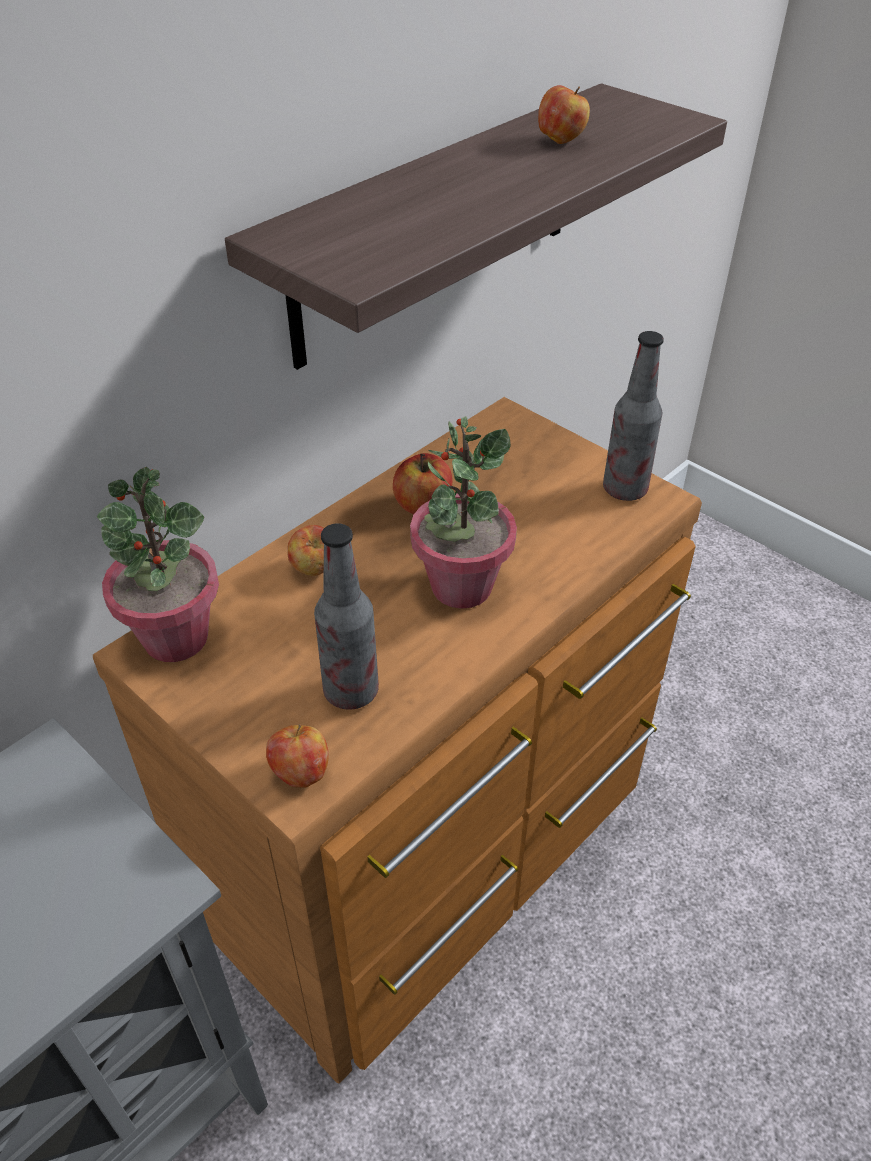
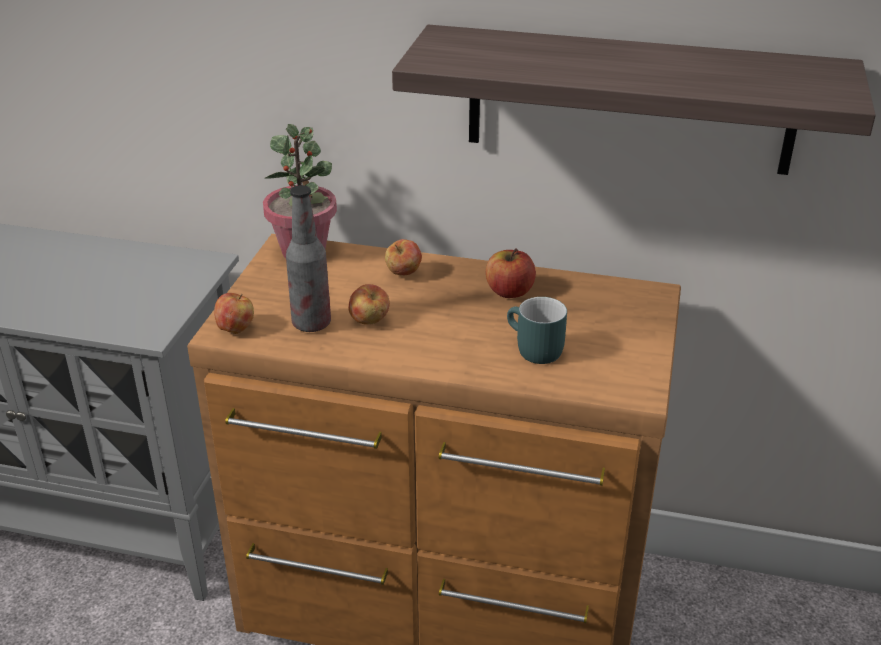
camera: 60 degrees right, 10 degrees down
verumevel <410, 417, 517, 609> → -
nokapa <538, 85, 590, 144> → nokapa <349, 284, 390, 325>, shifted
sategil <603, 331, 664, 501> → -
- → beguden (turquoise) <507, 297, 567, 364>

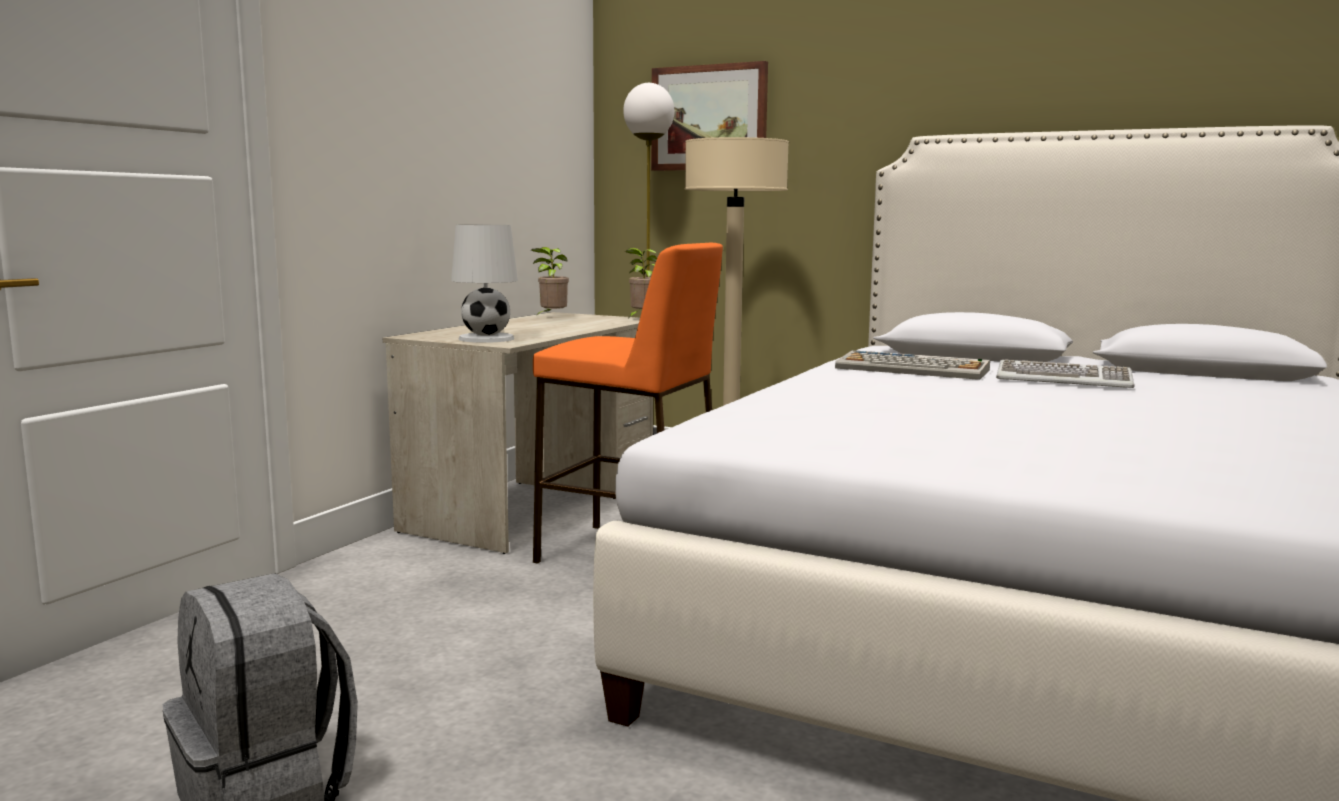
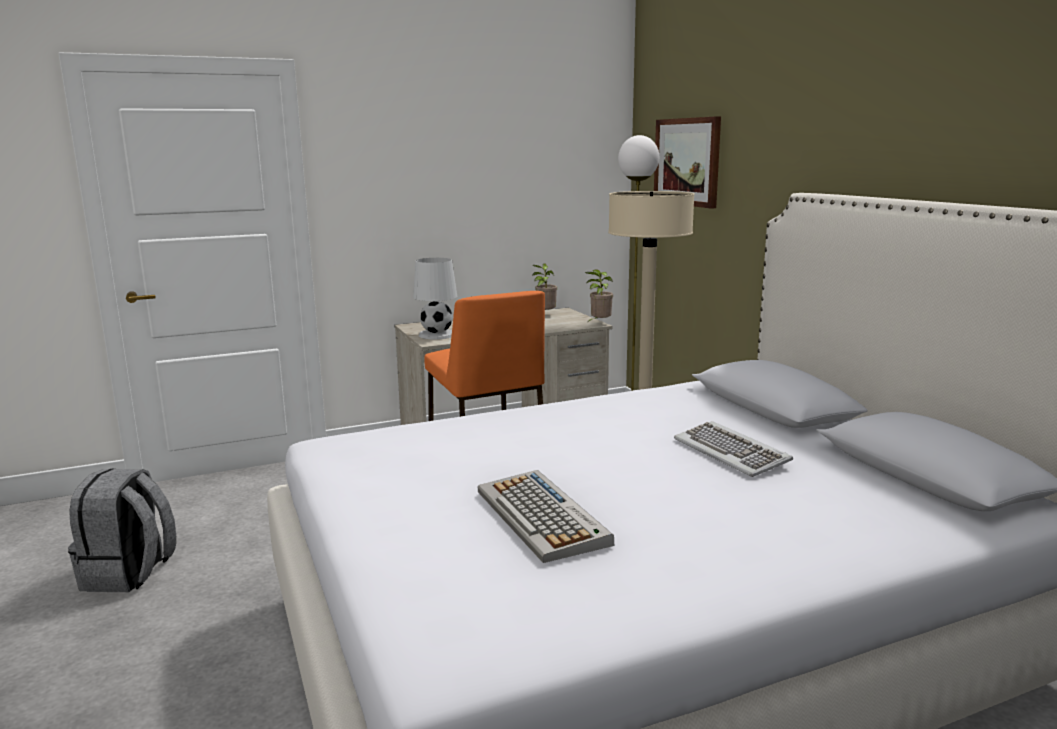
camera: 40 degrees right, 5 degrees up
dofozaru <835, 350, 990, 380> → dofozaru <478, 470, 614, 563>, shifted

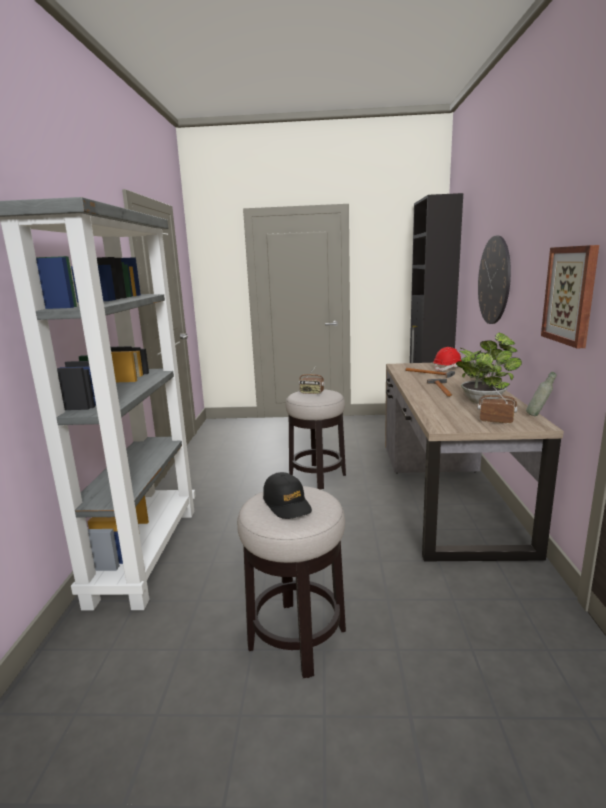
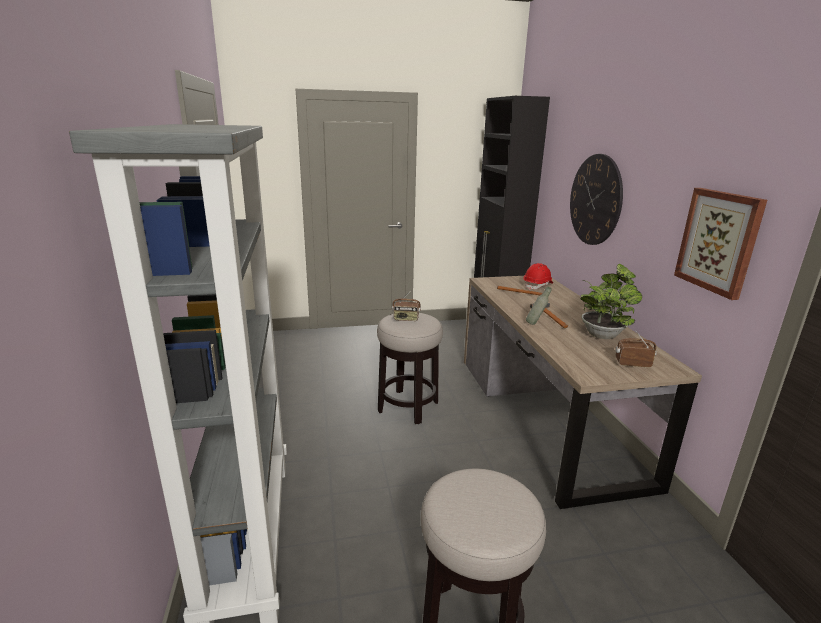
camera: 15 degrees left, 5 degrees up
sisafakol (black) <263, 472, 312, 519> → -
sategil (grey) <526, 372, 556, 416> → sategil (grey) <526, 287, 552, 325>, shifted

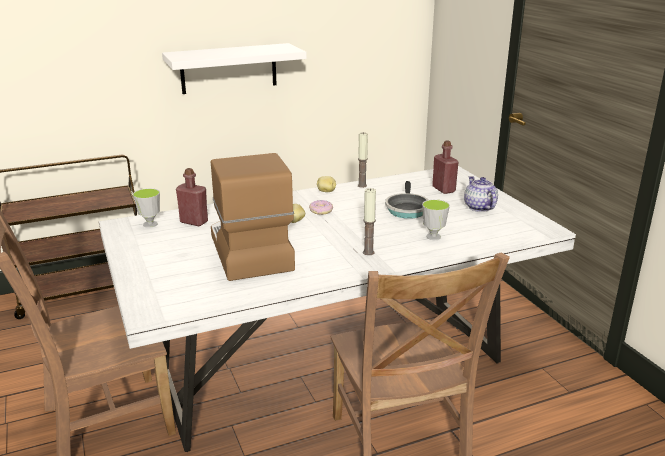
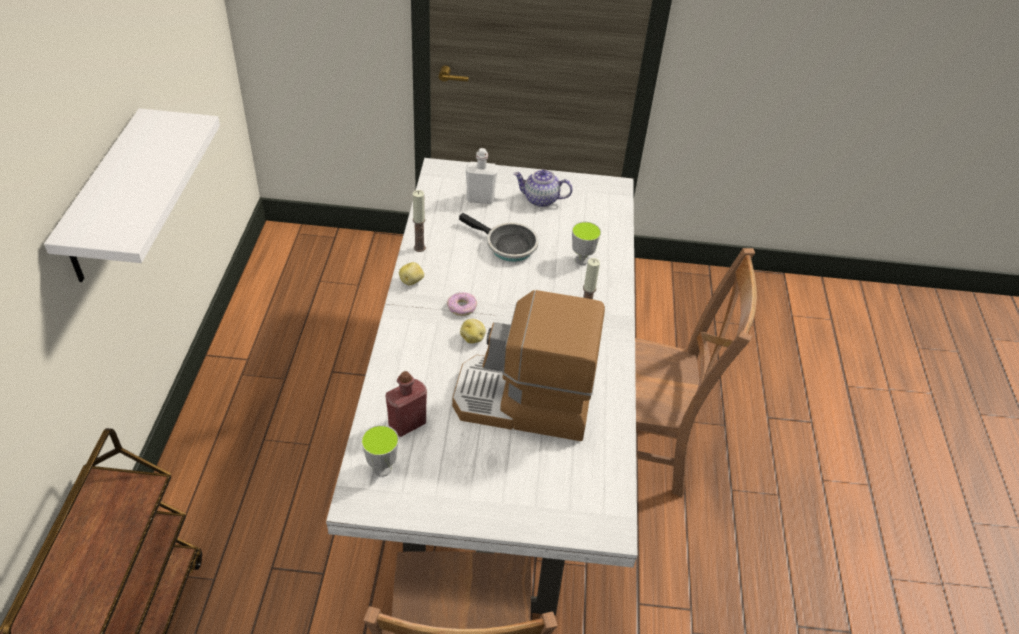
camera: 65 degrees left, 20 degrees up
sategil (red) <432, 140, 459, 194> → sategil (white) <466, 148, 498, 204>

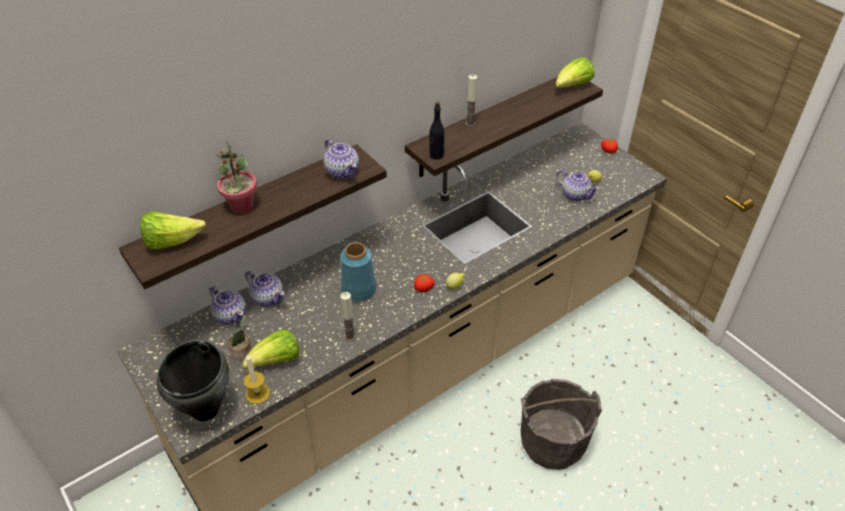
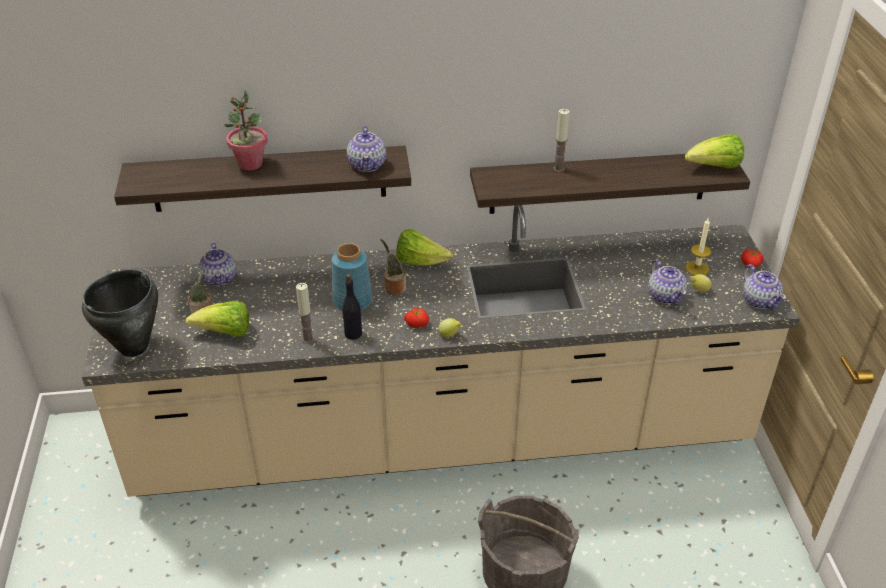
camera: 30 degrees right, 5 degrees down
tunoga <140, 211, 206, 250> → tunoga <396, 229, 453, 265>, shifted
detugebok <244, 354, 270, 404> → detugebok <685, 218, 711, 275>, shifted
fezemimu <245, 271, 285, 307> → fezemimu <743, 264, 786, 309>, shifted
sategil (black) <429, 101, 444, 160> → sategil (black) <342, 274, 362, 340>, shifted
- → verumevel <380, 239, 406, 296>

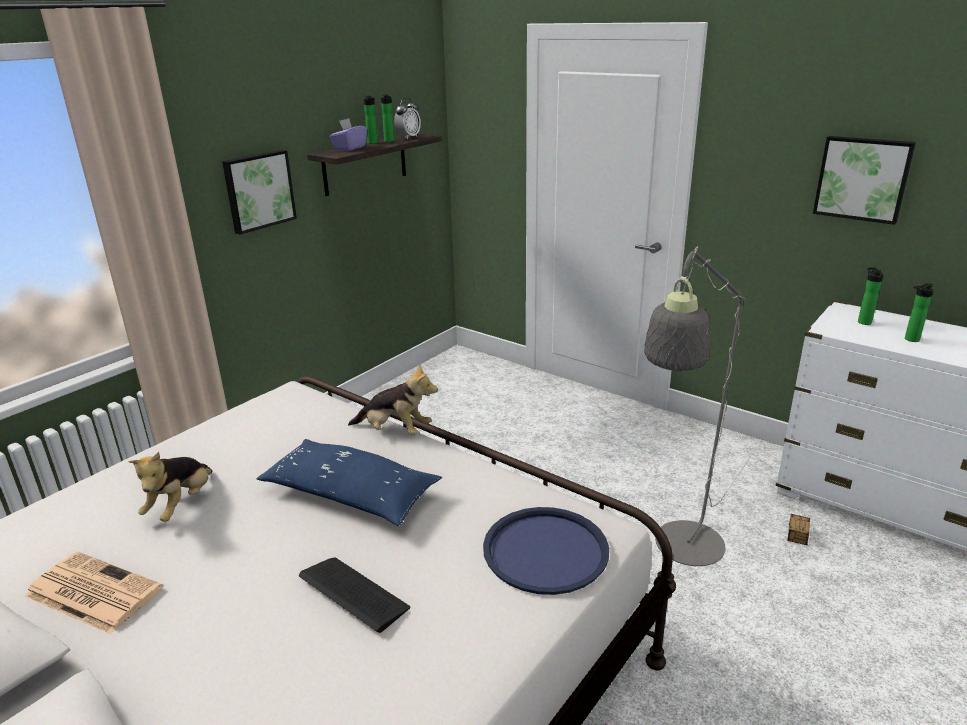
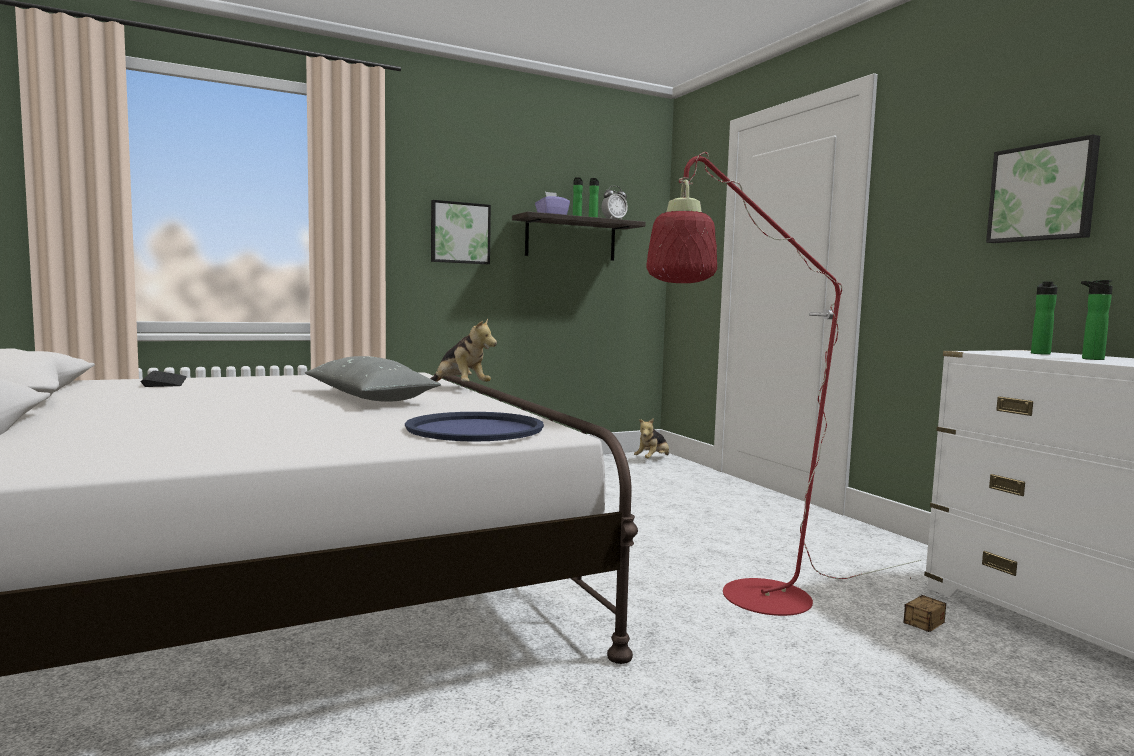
camera: 25 degrees right, 20 degrees down
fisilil <24, 552, 163, 634> → -
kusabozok <129, 452, 213, 522> → kusabozok <634, 418, 669, 458>, shifted
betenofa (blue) <257, 439, 442, 526> → betenofa (grey) <305, 356, 441, 402>
dofozaru <299, 558, 410, 633> → dofozaru <140, 371, 187, 387>, shifted
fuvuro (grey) <644, 247, 751, 566> → fuvuro (red) <647, 152, 922, 616>

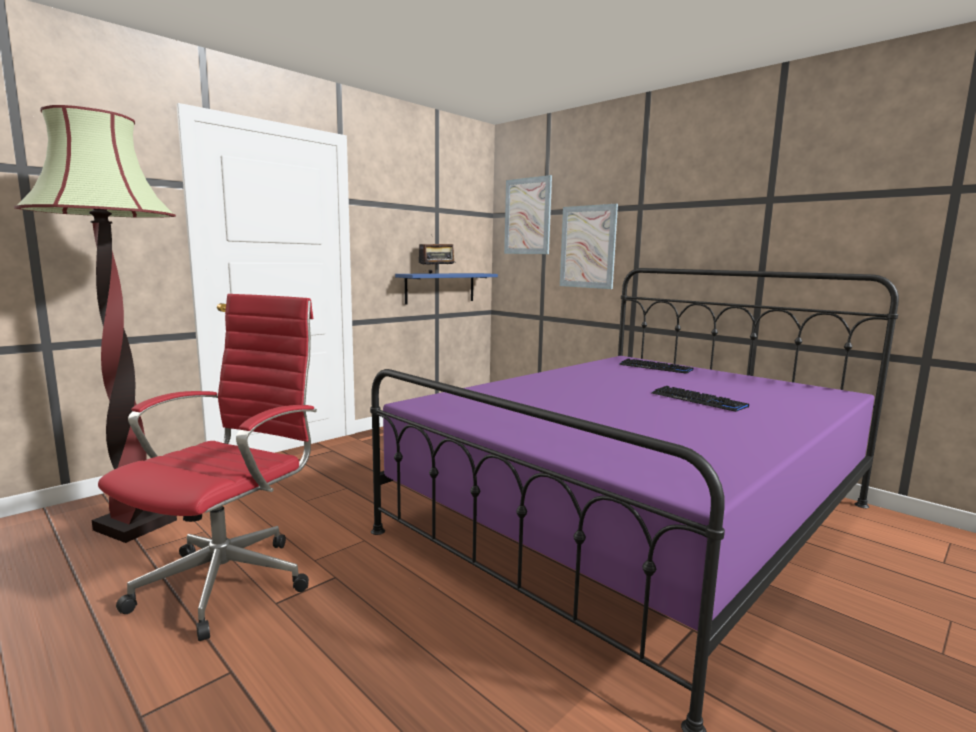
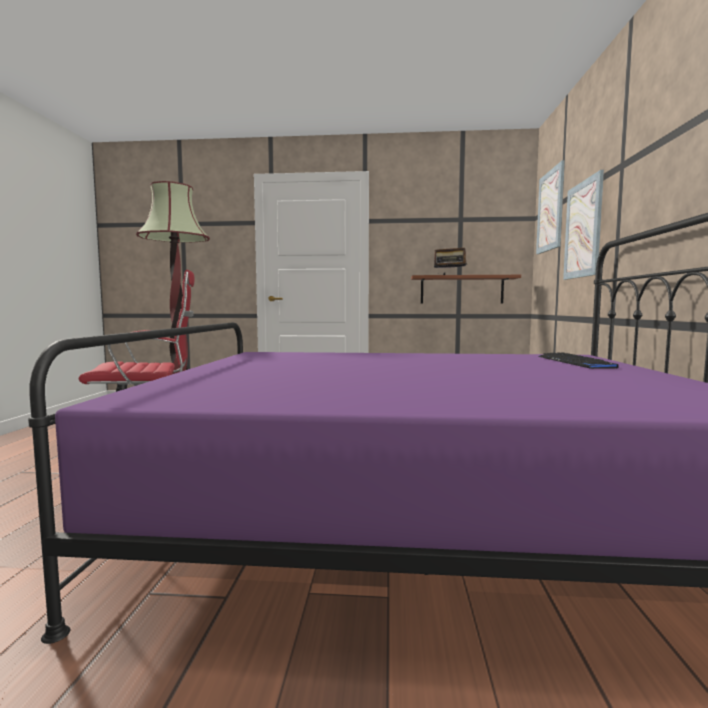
camera: 50 degrees right, 5 degrees down
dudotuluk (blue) <395, 273, 498, 305> → dudotuluk (brown) <411, 275, 521, 303>
dofozaru <652, 386, 749, 412> → -

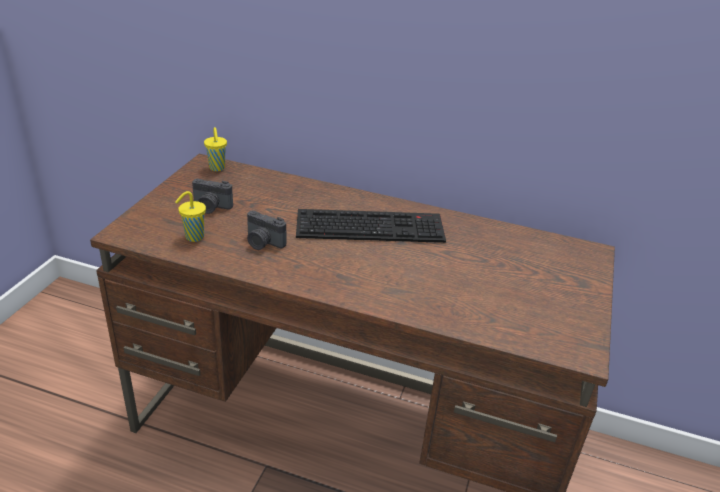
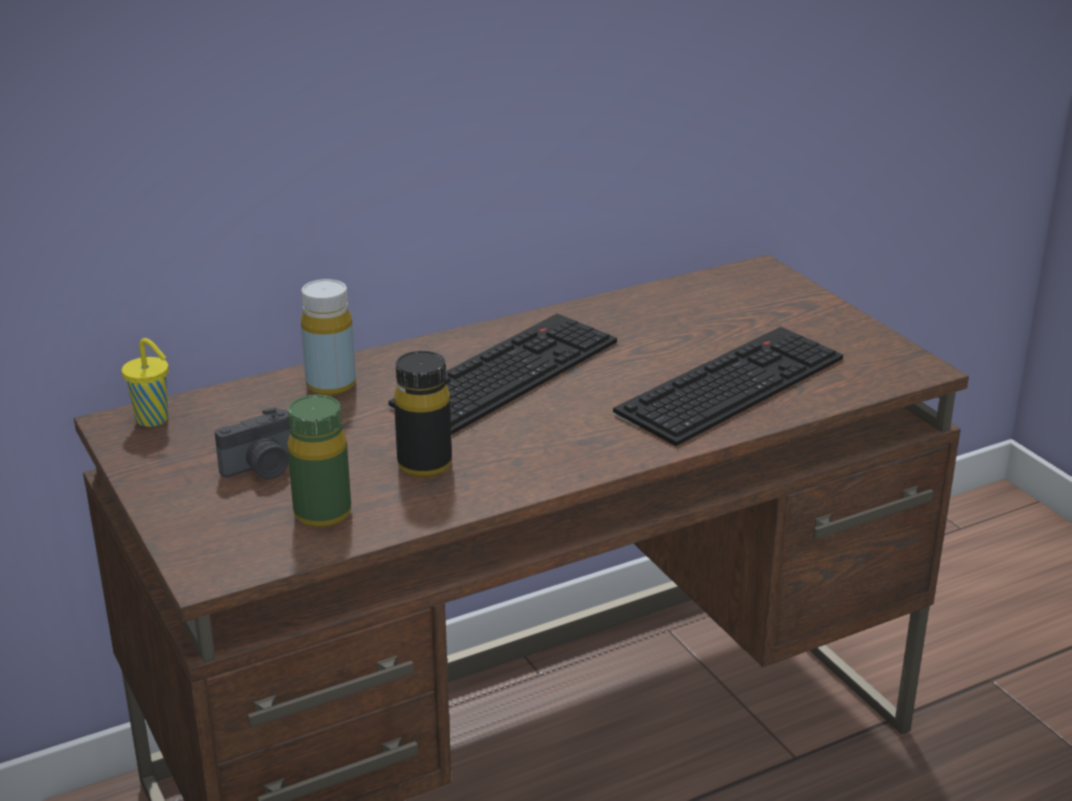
camera: 45 degrees left, 5 degrees down
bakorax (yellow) <175, 191, 206, 242> → sategil (green) <287, 395, 351, 528>
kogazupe <247, 210, 286, 250> → sategil (black) <394, 351, 452, 477>
- → sategil (yellow) <301, 279, 356, 396>
- → dofozaru <613, 327, 843, 446>

